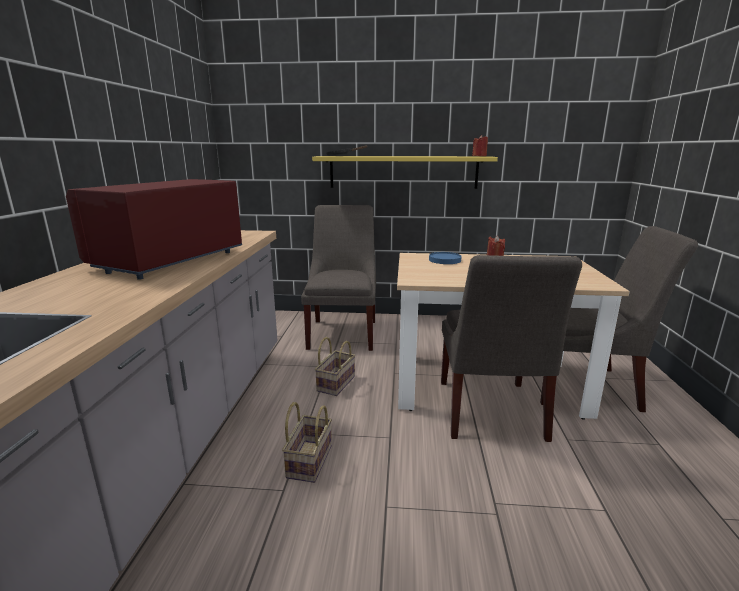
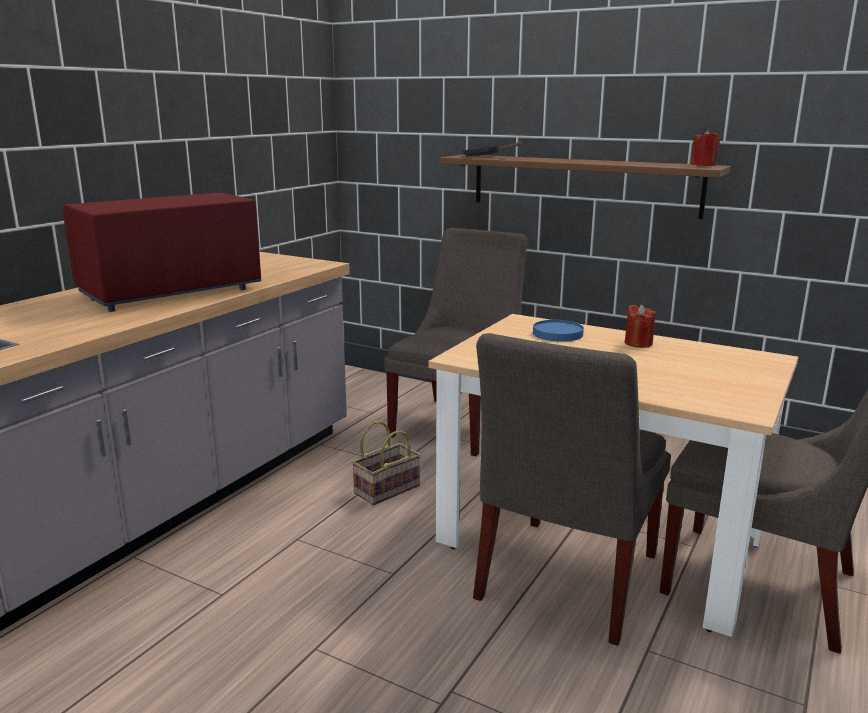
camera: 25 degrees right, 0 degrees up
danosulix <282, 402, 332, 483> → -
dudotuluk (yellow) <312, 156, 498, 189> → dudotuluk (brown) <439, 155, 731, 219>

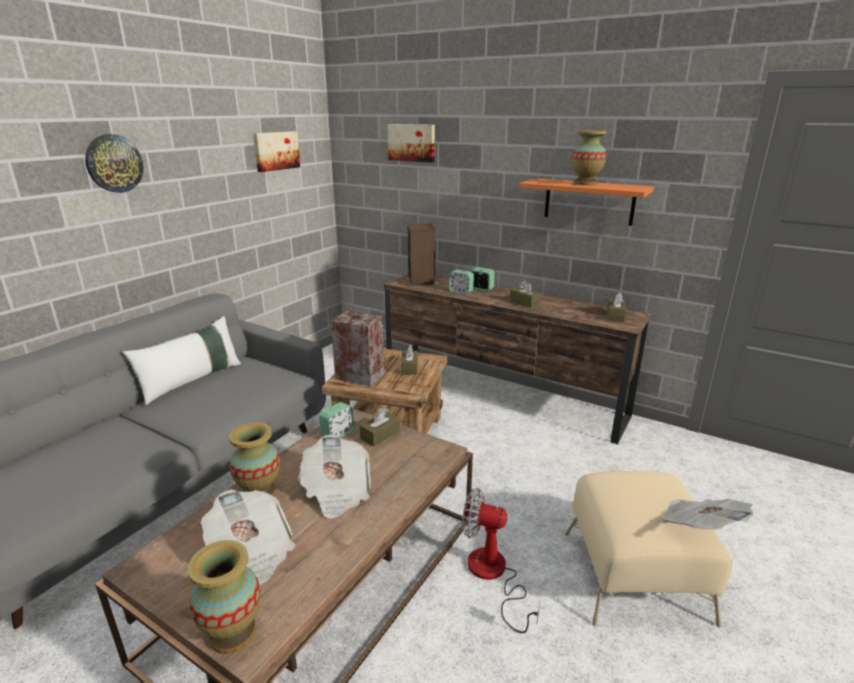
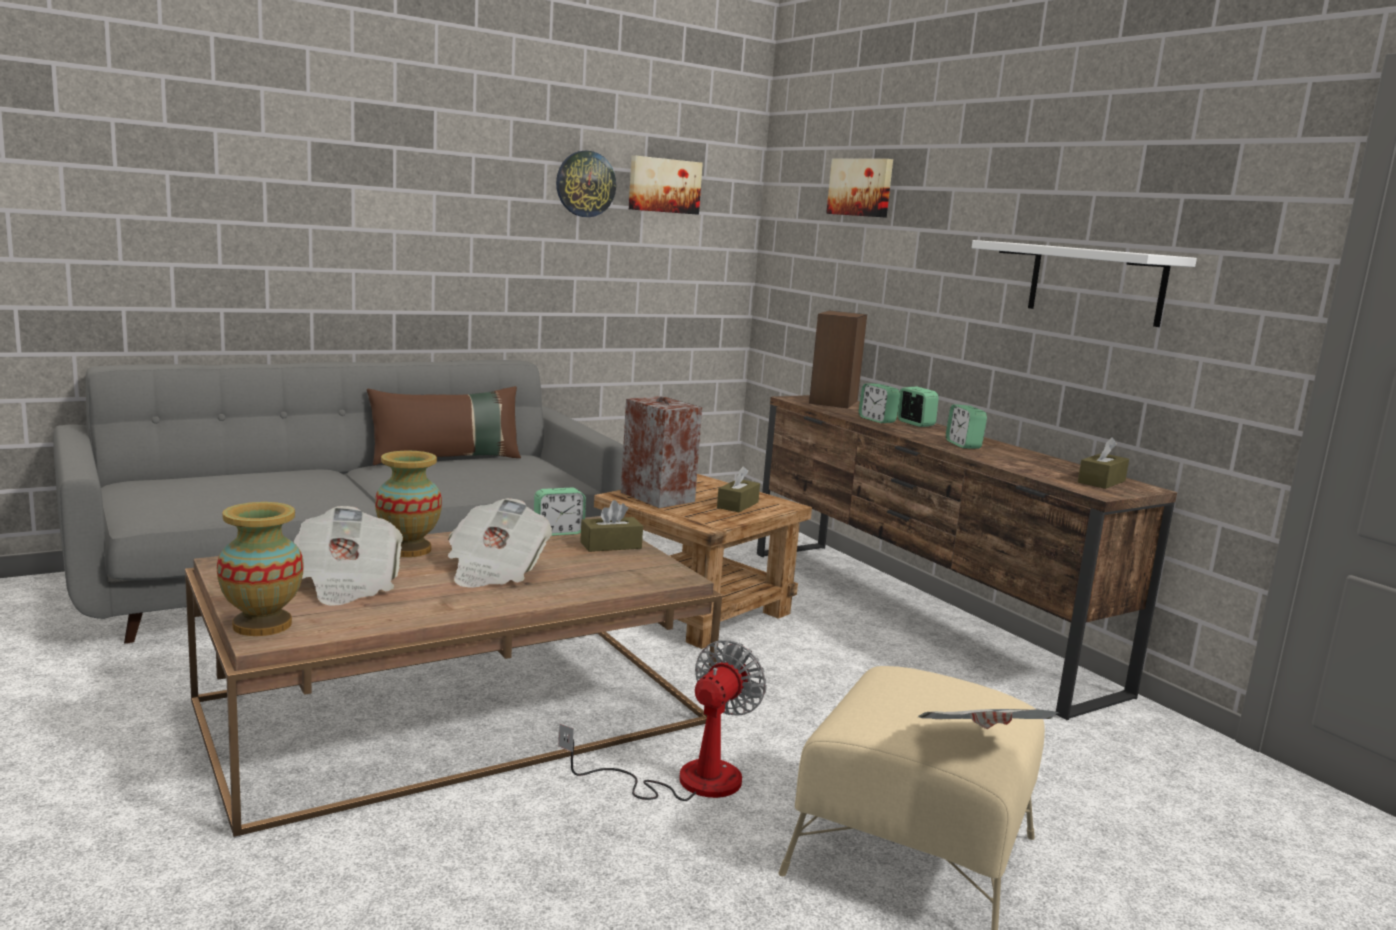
camera: 25 degrees right, 10 degrees down
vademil <85, 134, 144, 193> → vademil <556, 151, 616, 217>, shifted
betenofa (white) <123, 316, 241, 405> → betenofa (brown) <367, 386, 521, 465>
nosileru <462, 488, 540, 633> → nosileru <558, 640, 767, 801>, 75 degrees clockwise
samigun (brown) <510, 280, 541, 308> → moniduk <946, 404, 987, 449>
dudotuluk (orange) <519, 178, 654, 226> → dudotuluk (white) <972, 240, 1197, 327>
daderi <571, 130, 606, 186> → -

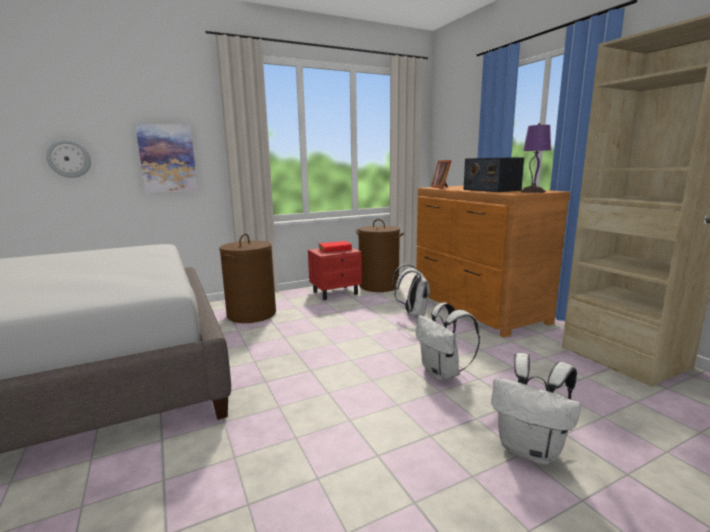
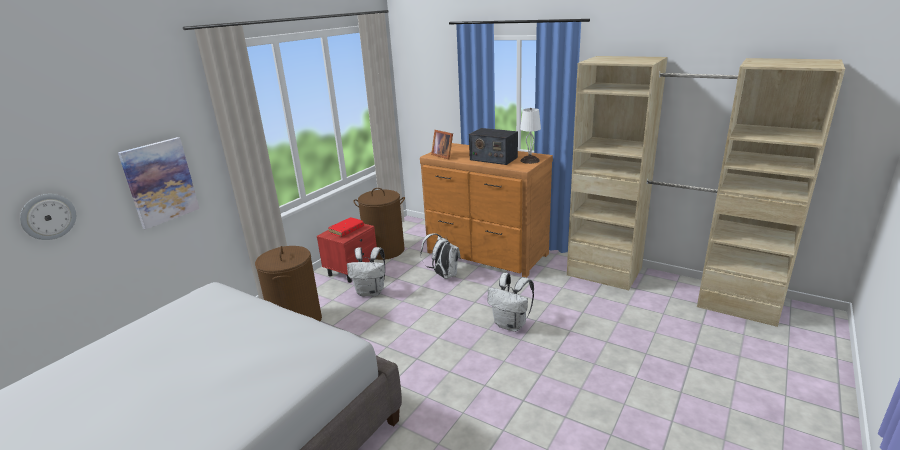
camera: 30 degrees left, 10 degrees up
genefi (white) <491, 353, 581, 465> → genefi (white) <347, 247, 385, 296>, shifted
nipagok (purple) <520, 123, 551, 193> → nipagok (white) <520, 108, 541, 164>

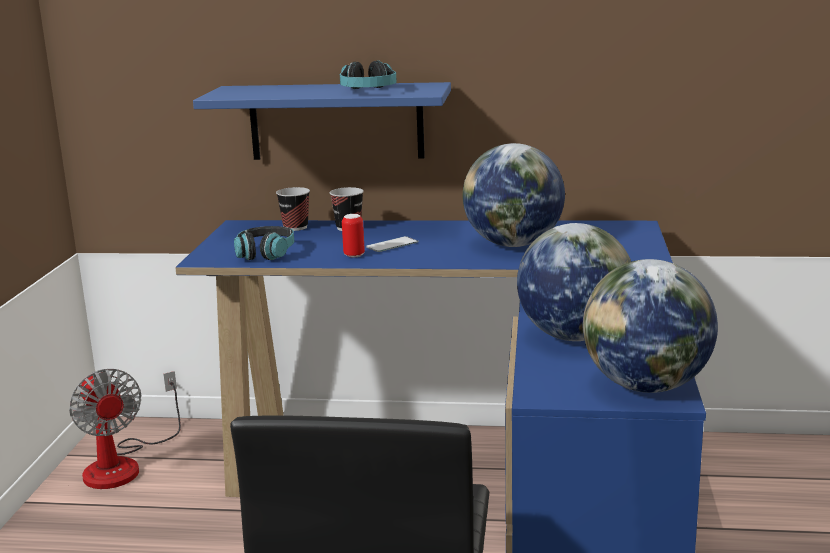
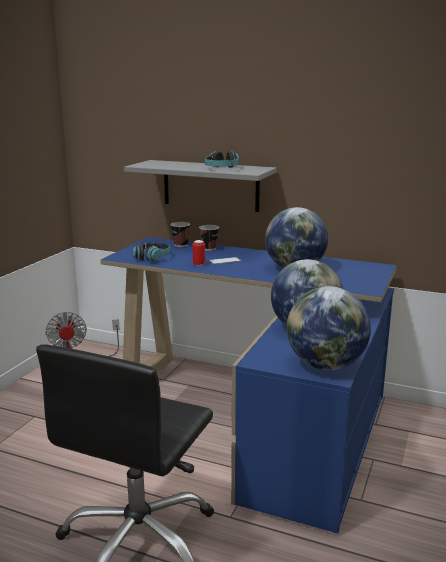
camera: 15 degrees right, 0 degrees up
dudotuluk (blue) <193, 82, 451, 160> → dudotuluk (grey) <124, 160, 277, 212>

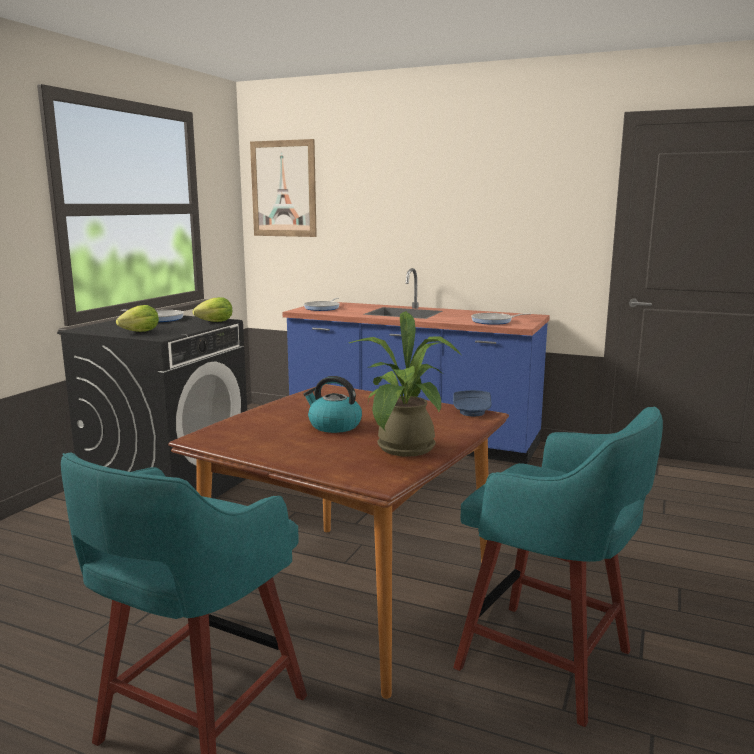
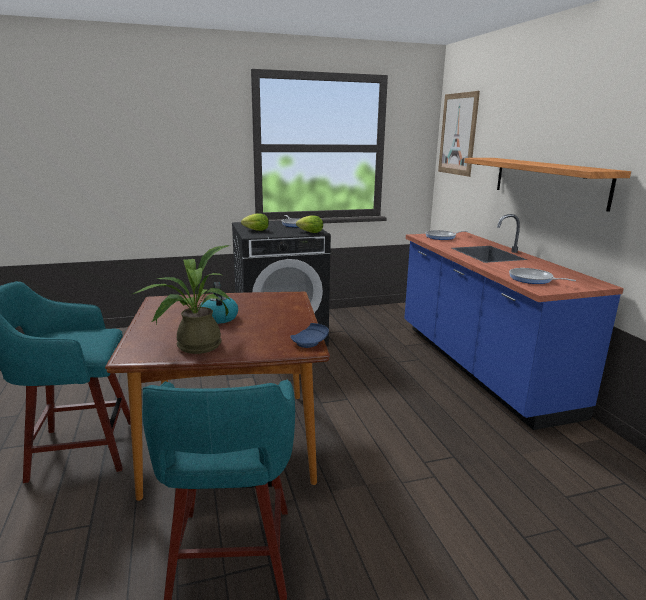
camera: 50 degrees right, 5 degrees up
- → dudotuluk <464, 158, 631, 212>

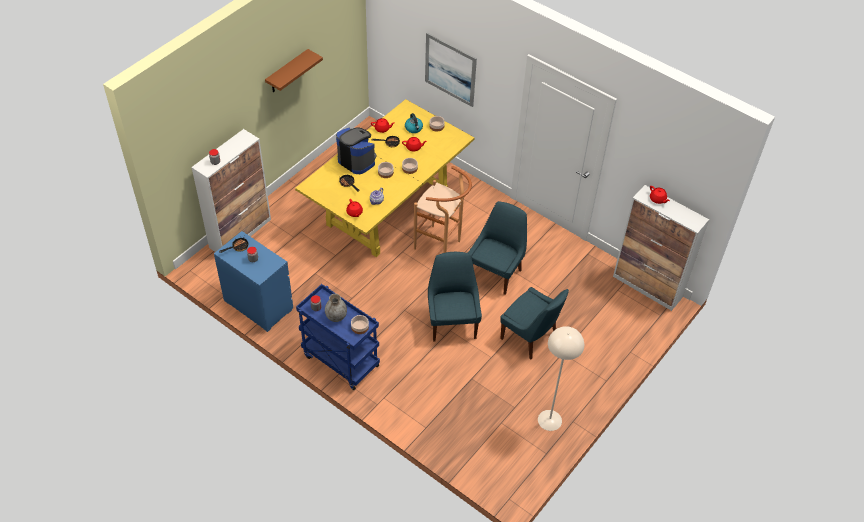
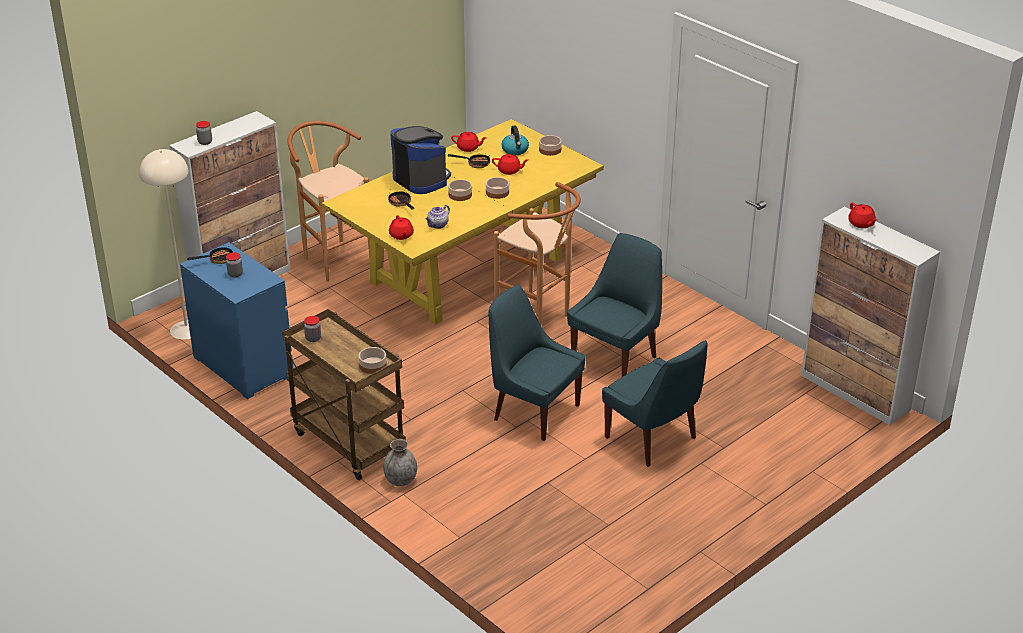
camera: 10 degrees right, 15 degrees down
dudotuluk (brown) <265, 49, 323, 93> → -
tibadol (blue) <296, 284, 380, 390> → tibadol (brown) <282, 309, 406, 480>
daderi (grey) <325, 294, 347, 322> → daderi (grey) <383, 439, 417, 486>, shifted
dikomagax <425, 33, 477, 107> → -
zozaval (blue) <428, 252, 482, 342> → zozaval (blue) <488, 285, 585, 441>, 60 degrees counterclockwise
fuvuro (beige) <538, 326, 584, 431> → fuvuro (beige) <139, 149, 191, 340>, shifted
- → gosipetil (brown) <288, 121, 370, 282>

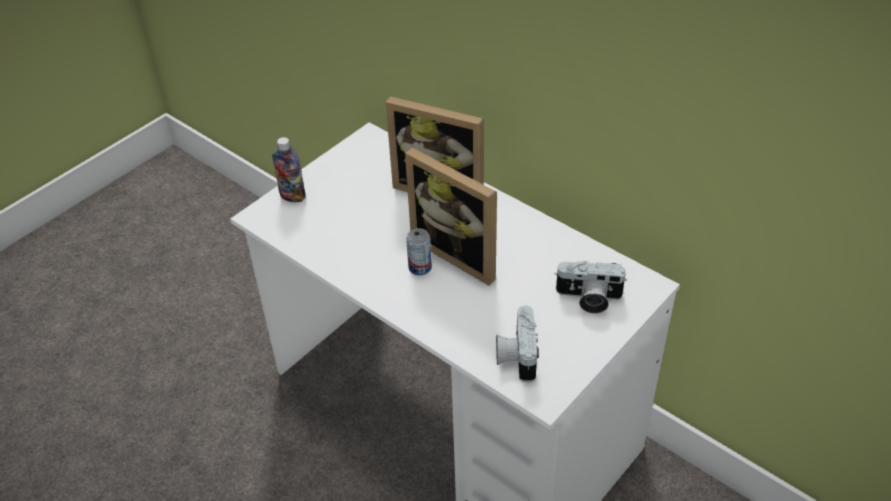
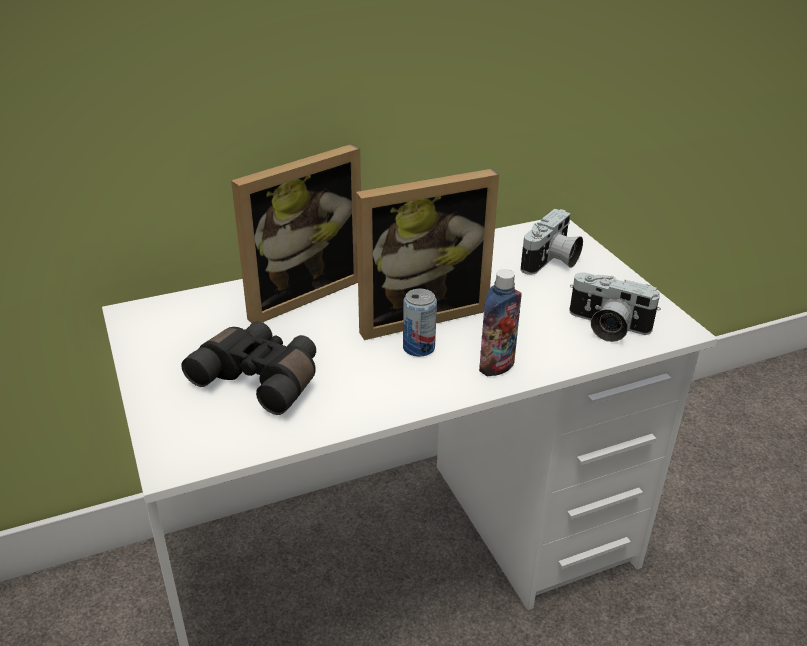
camera: 65 degrees left, 10 degrees down
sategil <272, 137, 306, 202> → sategil <479, 269, 522, 376>, shifted
- → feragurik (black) <181, 321, 316, 415>

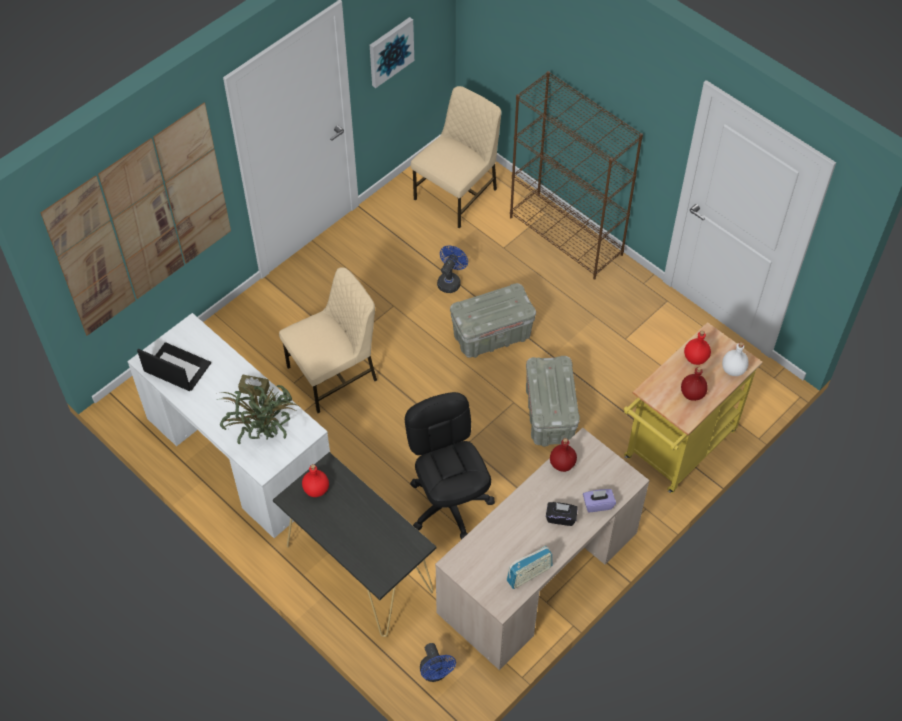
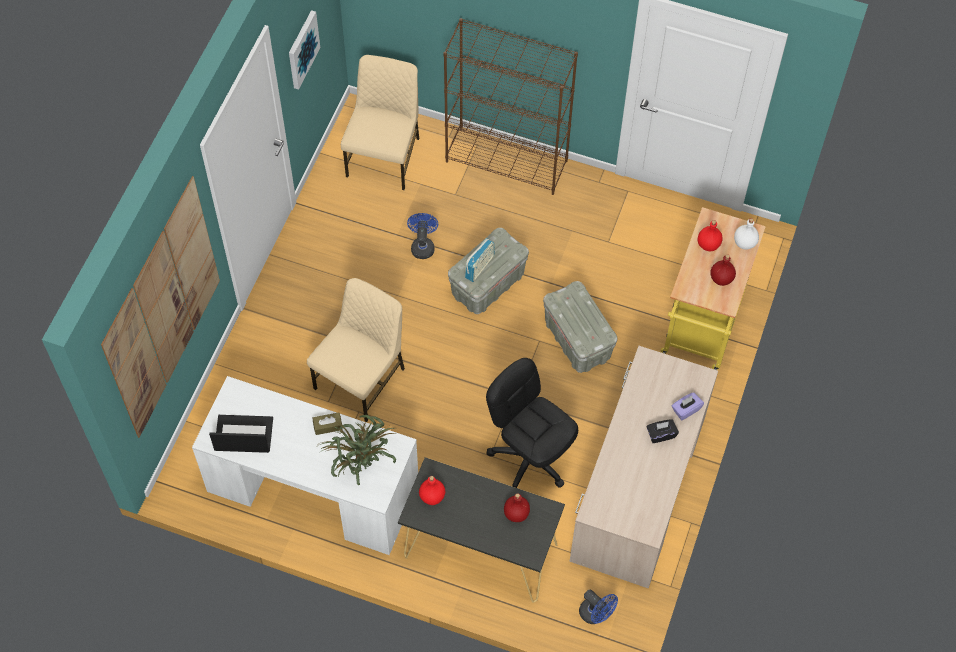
camera: 25 degrees left, 5 degrees up
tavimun <507, 546, 552, 589> → tavimun <465, 238, 495, 282>, shifted
sategil (red) <550, 438, 577, 472> → sategil (red) <504, 493, 530, 522>, shifted

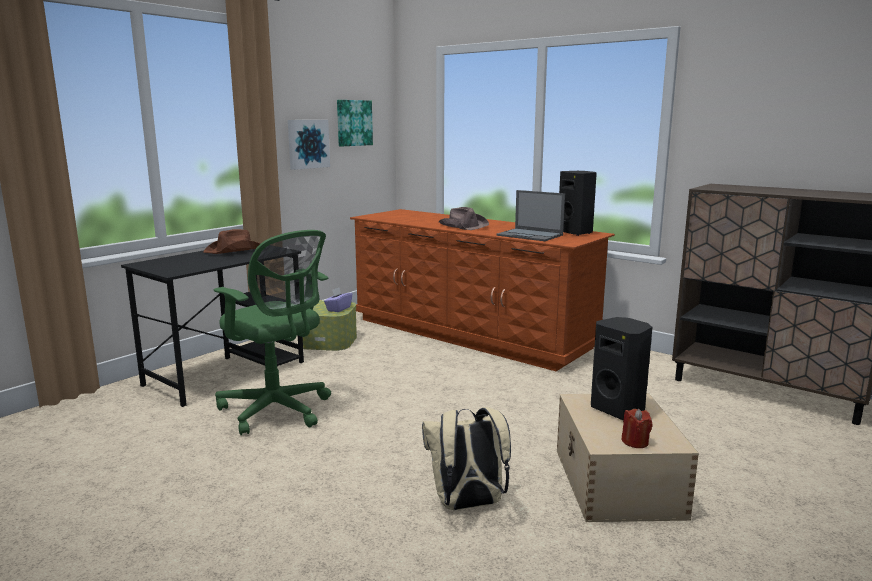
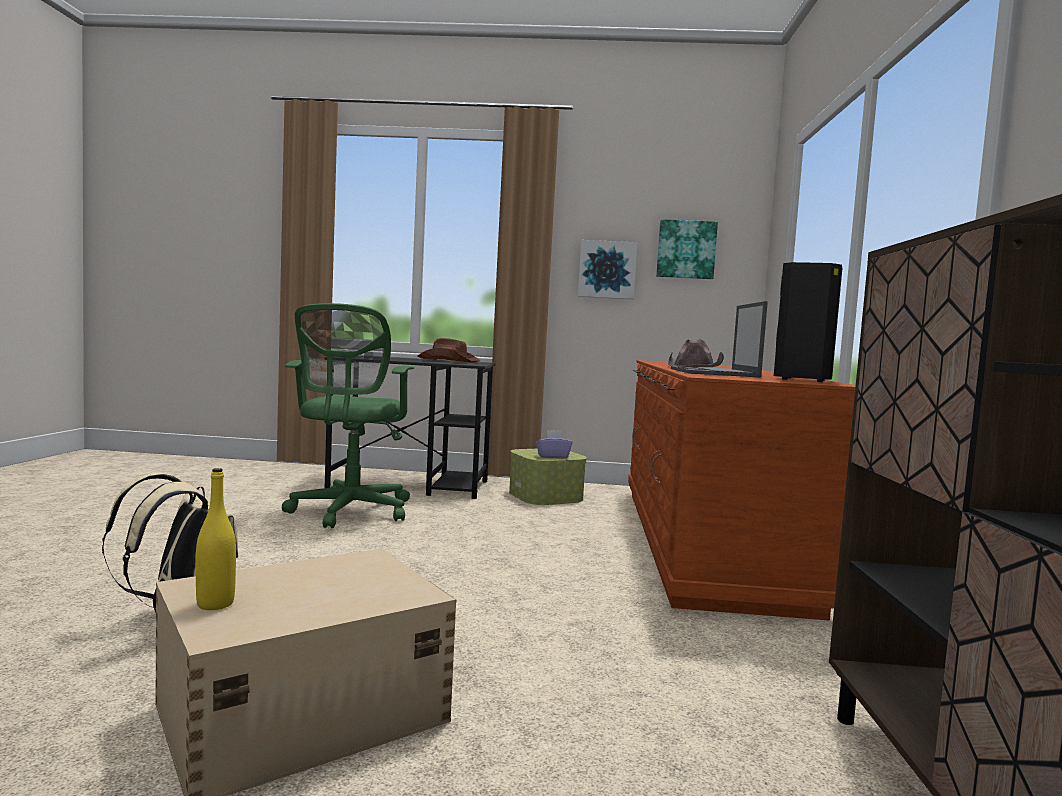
camera: 55 degrees right, 10 degrees down
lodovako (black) <591, 317, 652, 420> → -
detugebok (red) <621, 409, 652, 448> → sategil (yellow) <196, 468, 236, 610>

